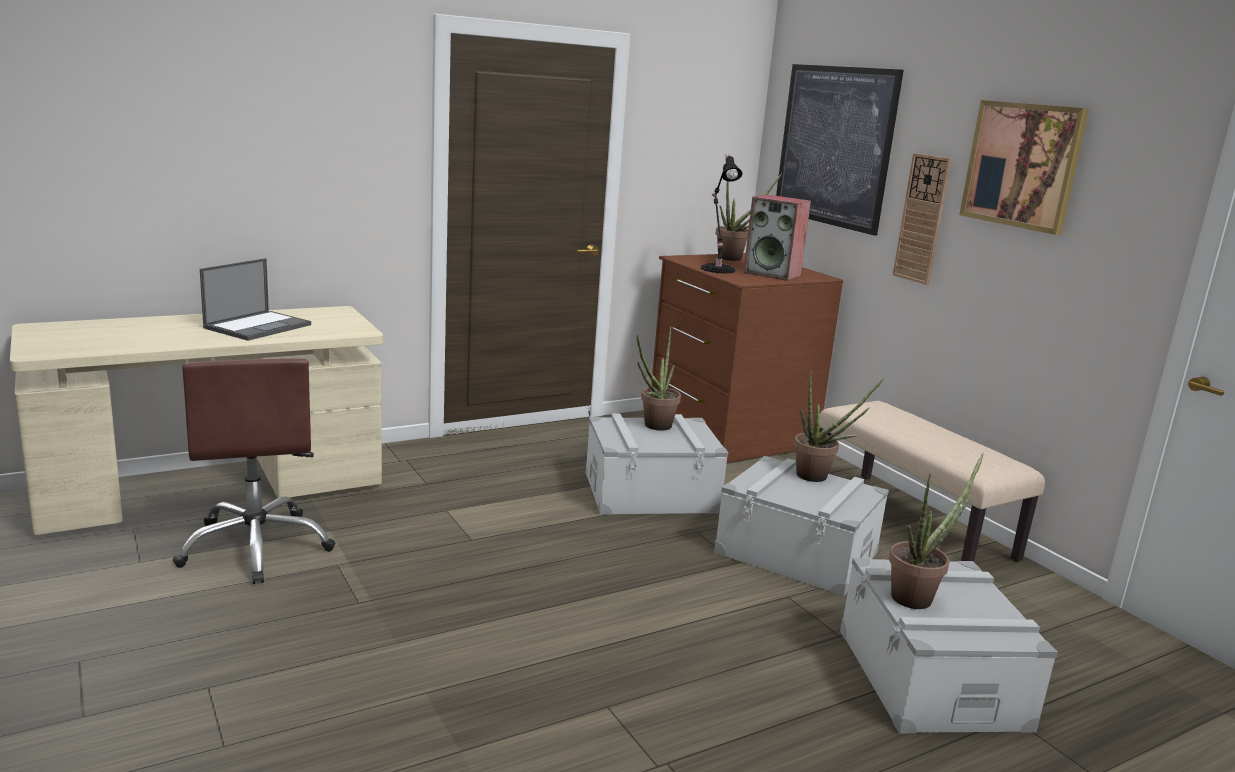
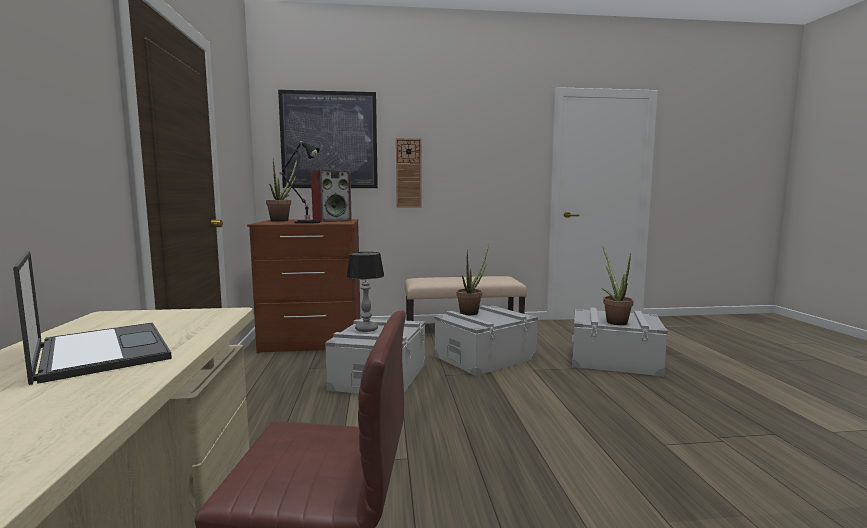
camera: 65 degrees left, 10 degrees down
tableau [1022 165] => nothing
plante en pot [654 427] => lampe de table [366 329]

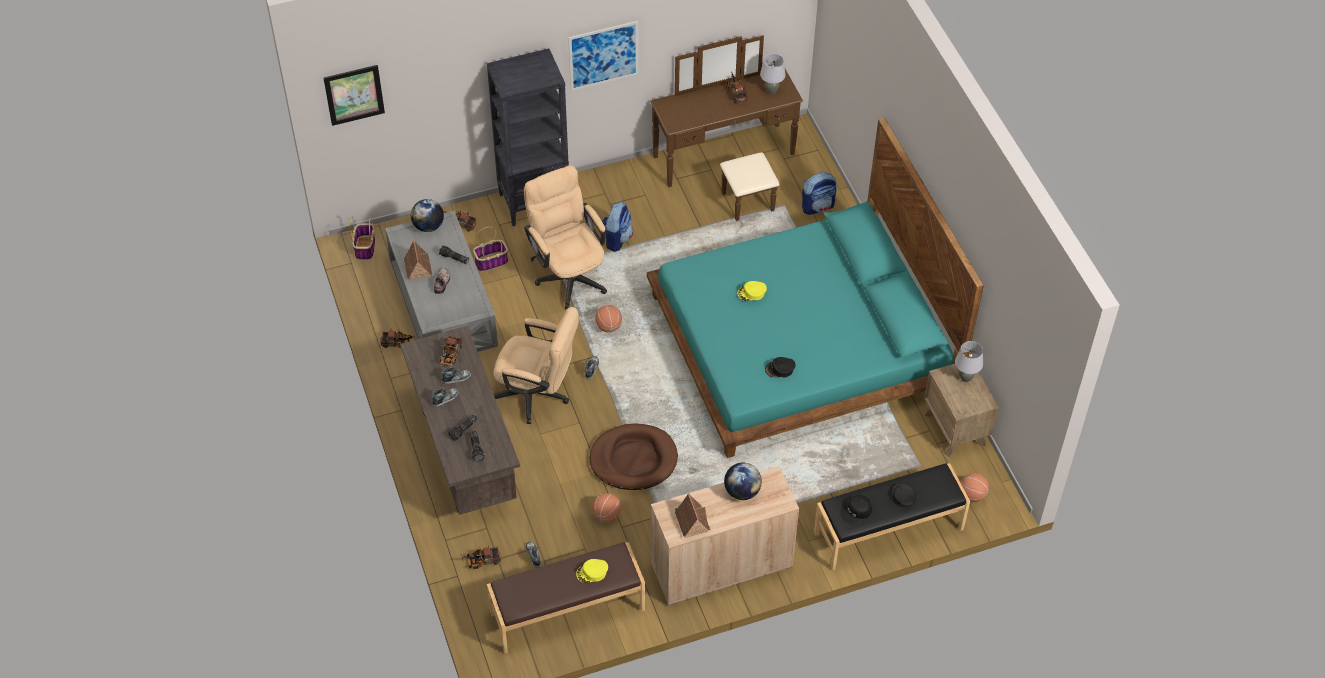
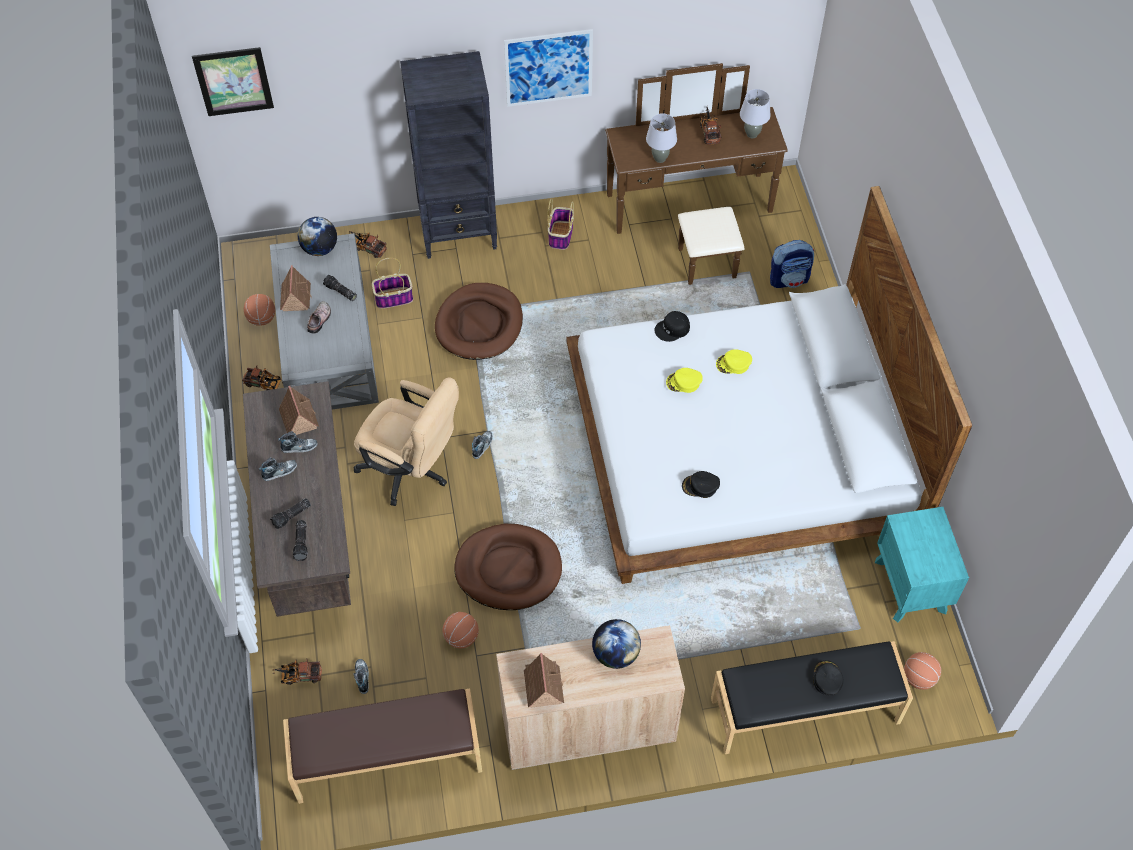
camera: 10 degrees right, 5 degrees up
lit (turquoise) [800 342] => lit (blanc) [738 446]
chaise de bureau (beige) [568 274] => panier pour chien (marron) [479 324]
sac à dos [616 239] => nothing
panier [365 247] => panier [560 235], move
ballon de basket [608 326] => ballon de basket [262 318], move
camion jouet [450 356] => maison miniature [298 417]
lampe de table (gris) [965 378] => lampe de table (gris) [660 158], move
table de chevet (marron) [955 429] => table de chevet (turquoise) [911 586]
casquette (noir) [857 511] => casquette (noir) [672 329], move
casquette (jaune) [592 572] => casquette (jaune) [733 364], move

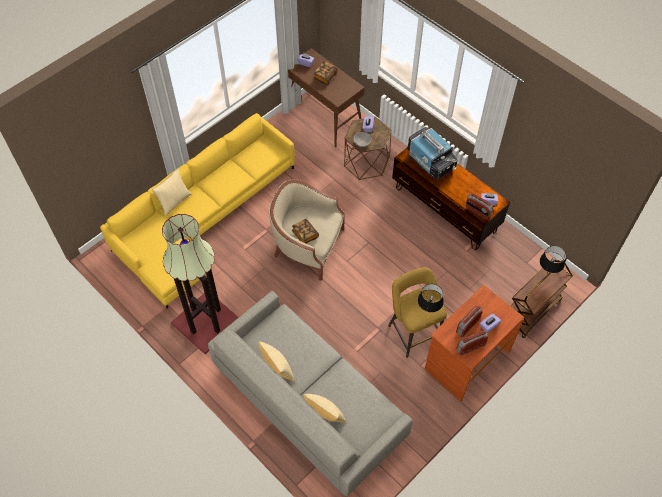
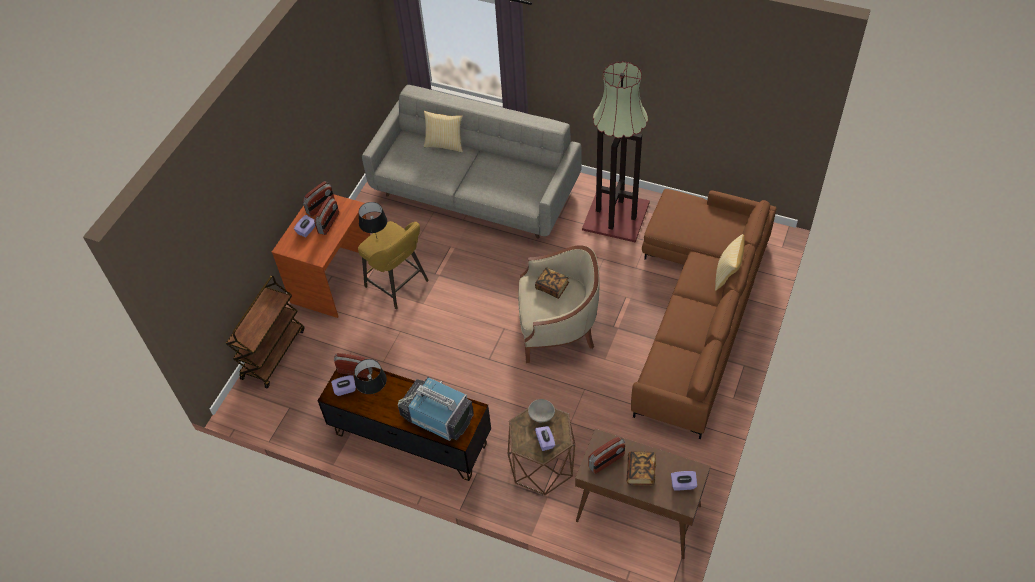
camera: 160 degrees right, 5 degrees down
canapé (jaune) [202 219] => canapé (marron) [697 310]
lampe de table (noir) [547 273] => lampe de table (noir) [374 396], move
coussin [277 369] => nothing
nothing => radio [606 461]

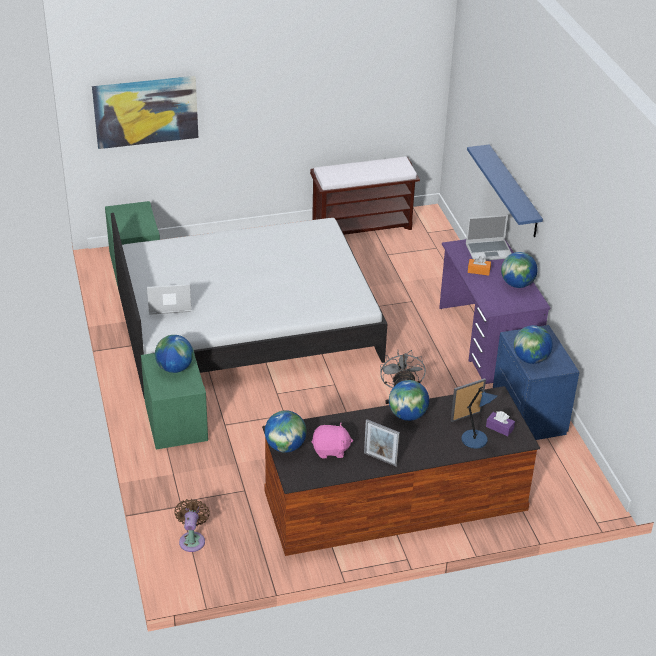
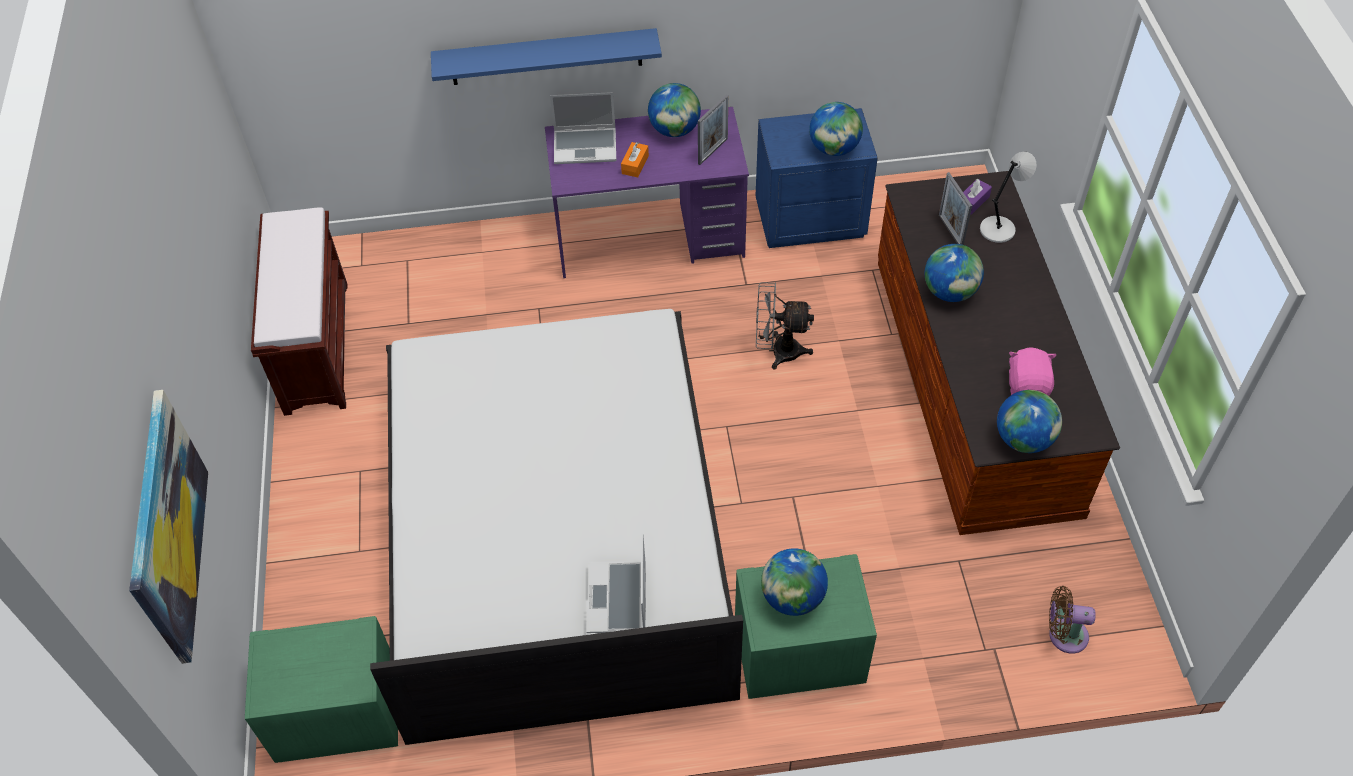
camera: 80 degrees left, 15 degrees up
ordinateur portable [489 251] => ordinateur portable [586 146], 90 degrees clockwise
lampe de table (bleu) [475 440] => lampe de table (gris) [999 228]
cadre photo [380 459] => cadre photo [713 151], move

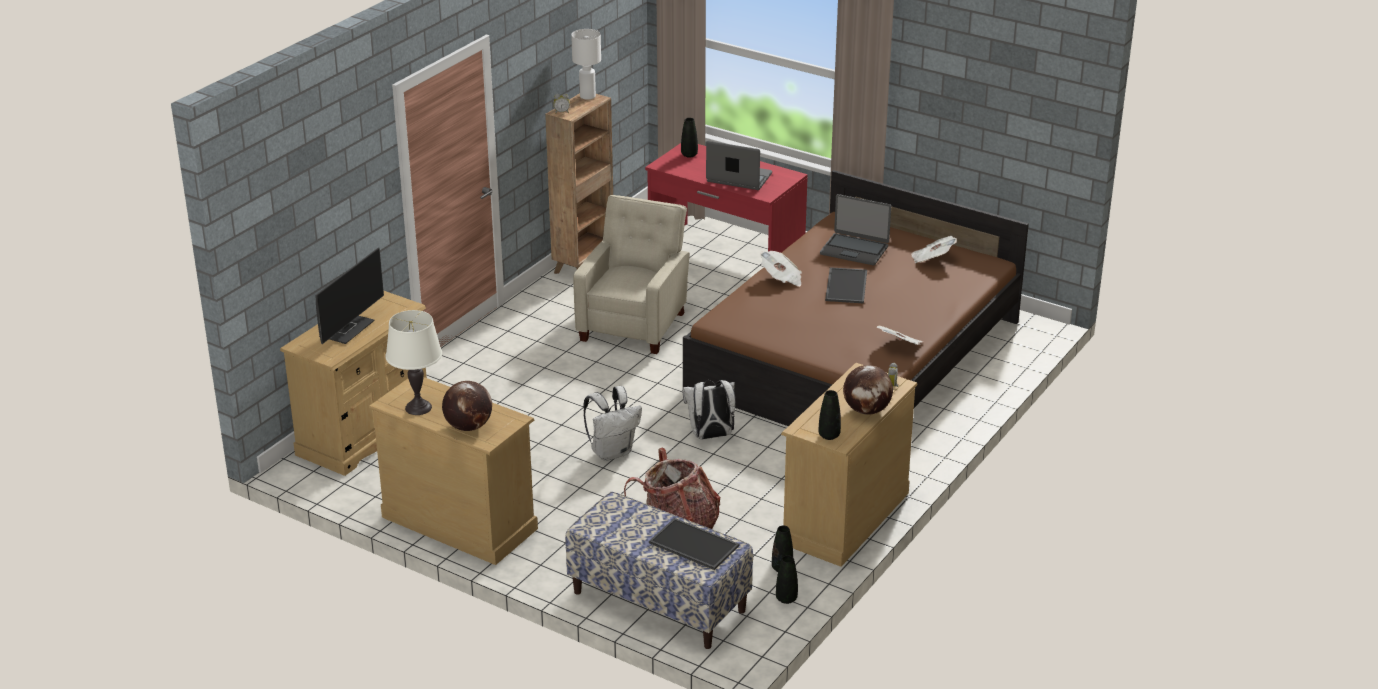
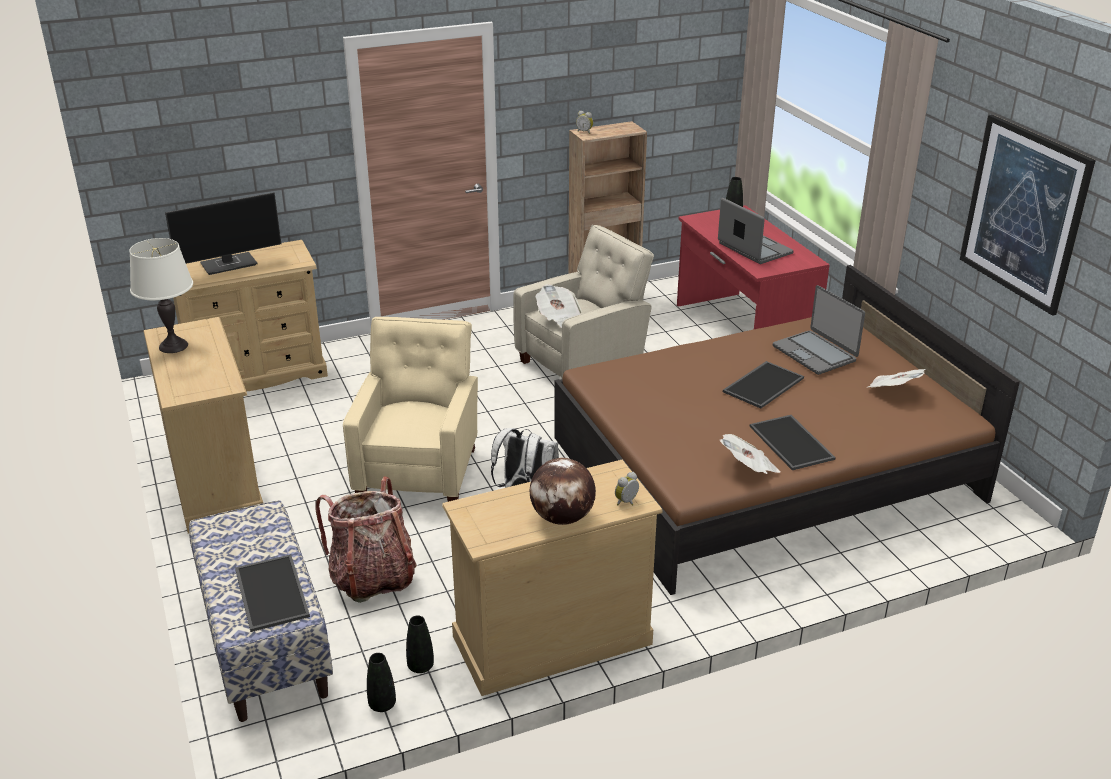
camera: 35 degrees right, 0 degrees up
lampe de table (blanc) [587 96] => nothing
journal [782 279] => journal [559 318], move
globe [468 426] => nothing
sac à dos (blanc) [612 452] => fauteuil (beige) [419 471]
vase (noir) [829 435] => nothing
nothing => tableau [1023 213]
nothing => plateau [793 443]

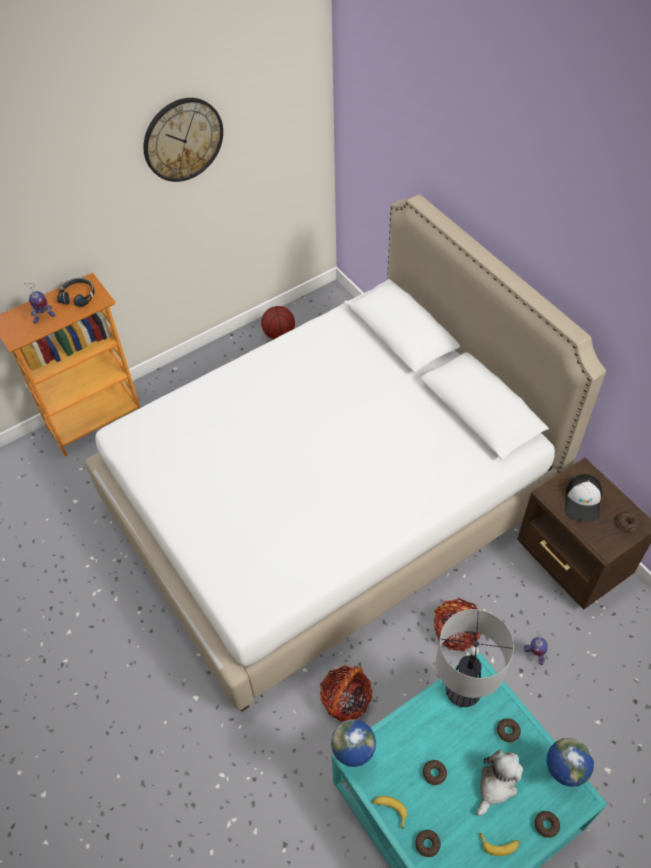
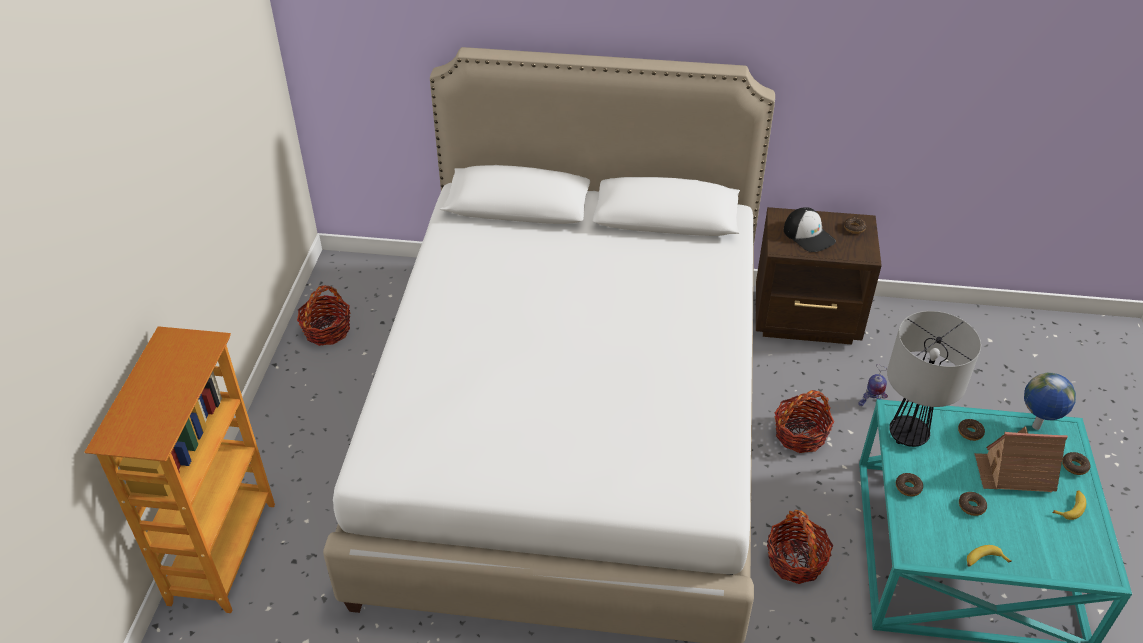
camera: 50 degrees left, 10 degrees down
horloge murale [183 139] => nothing
casque audio (noir) [78 296] => nothing
robot jouet [43 318] => nothing
ballon de basket [279 334] => panier [327 330]
globe [353 757] => nothing
peluche [496 785] => maison miniature [1014 473]
beignet [427 844] => beignet [908 487], move

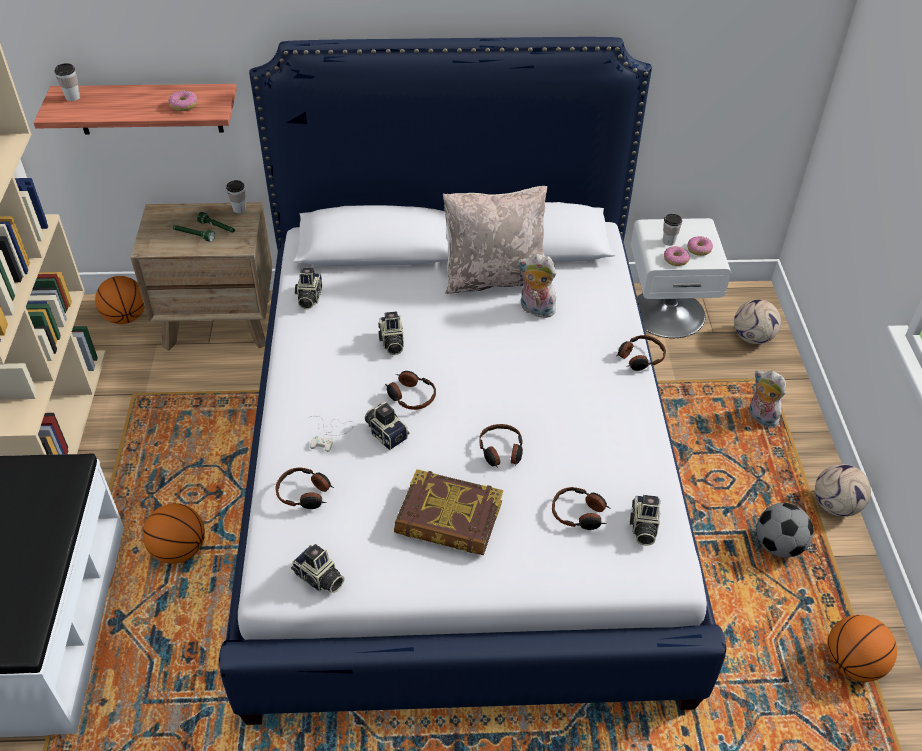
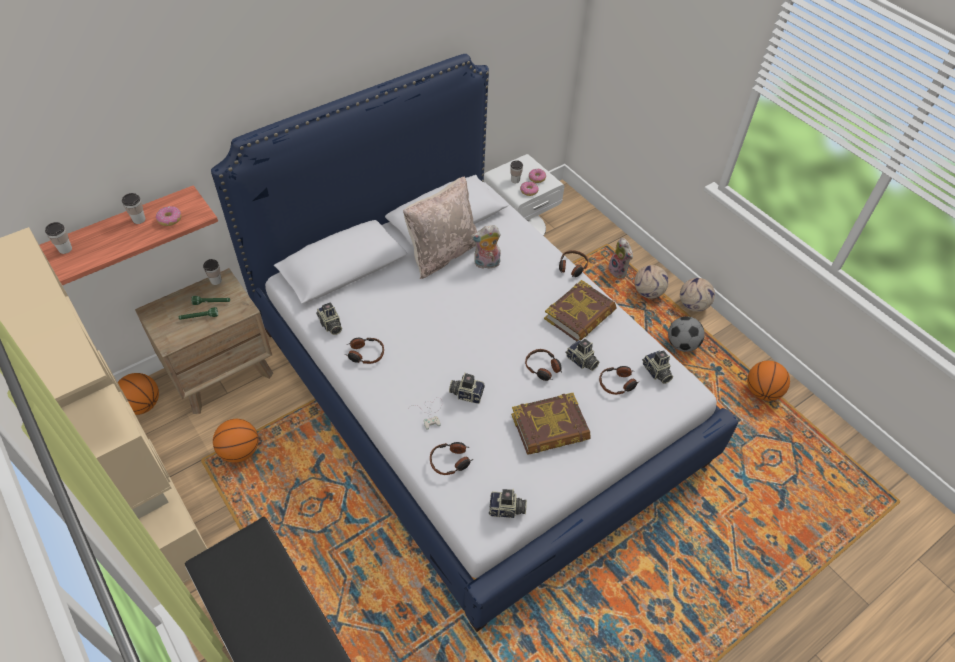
camera: 35 degrees left, 5 degrees up
ballon de foot [753 337] => ballon de foot [648 292], move
appareil photo [391 342] => appareil photo [581 361], move
peluche [760 418] => peluche [619 271], 135 degrees counterclockwise
casque audio [410 396] => casque audio [365 354], move
ballon de basket [179 550] => ballon de basket [240 451], move
nothing => tasse [139 219]
nothing => livre [580 315]

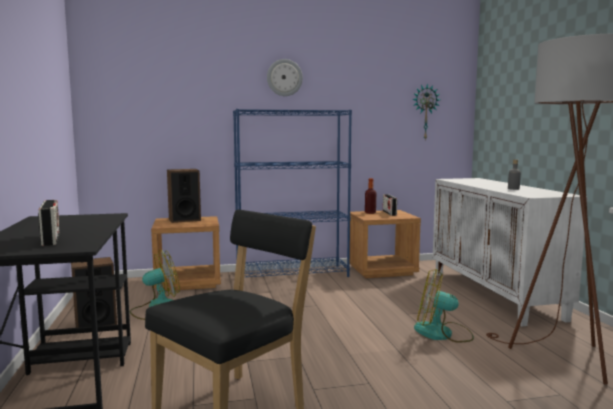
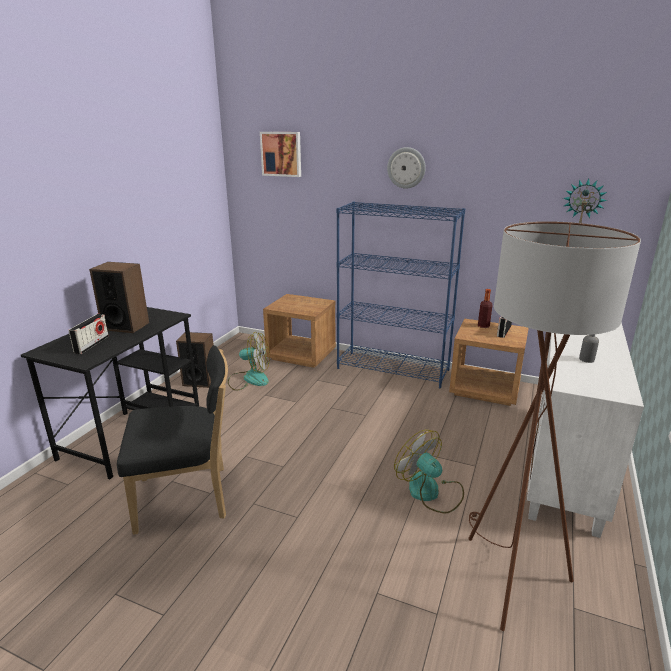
camera: 35 degrees right, 15 degrees up
enceinte [184 219] => enceinte [125 326], move
nothing => tableau [281 154]

